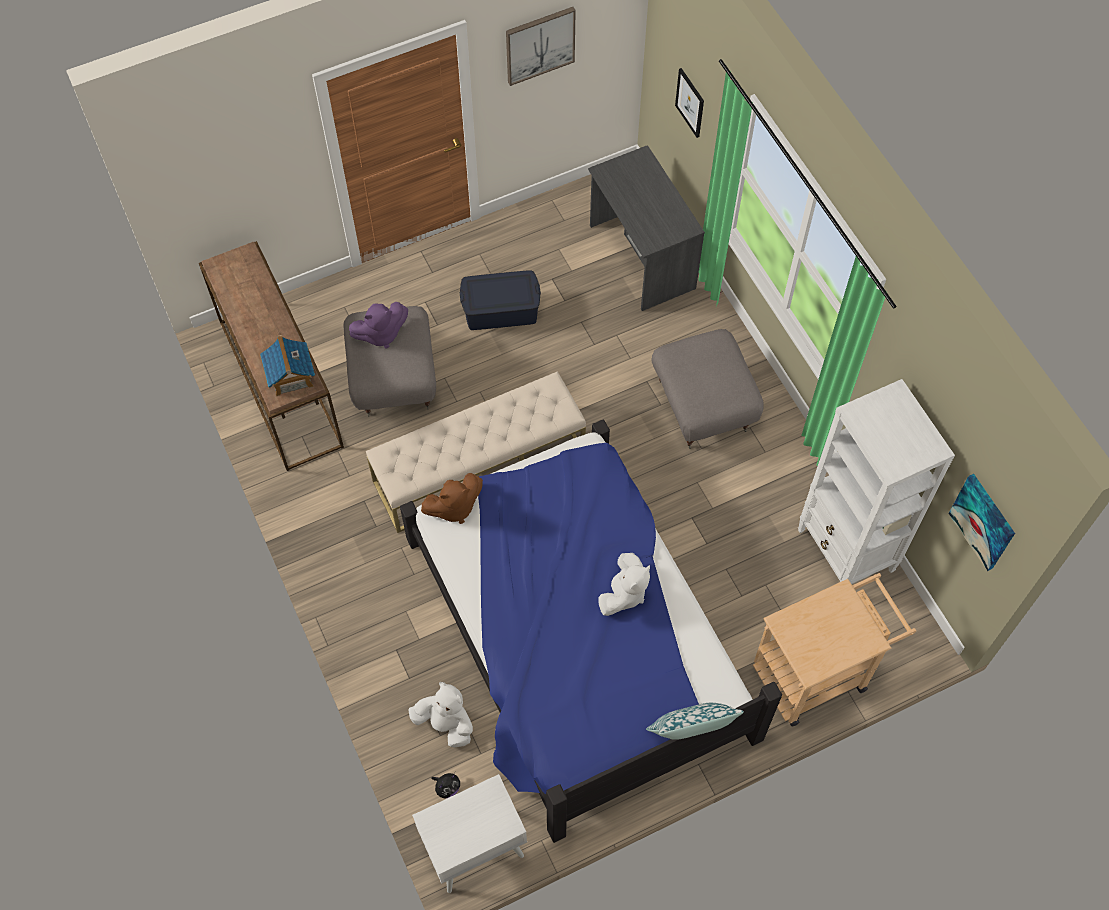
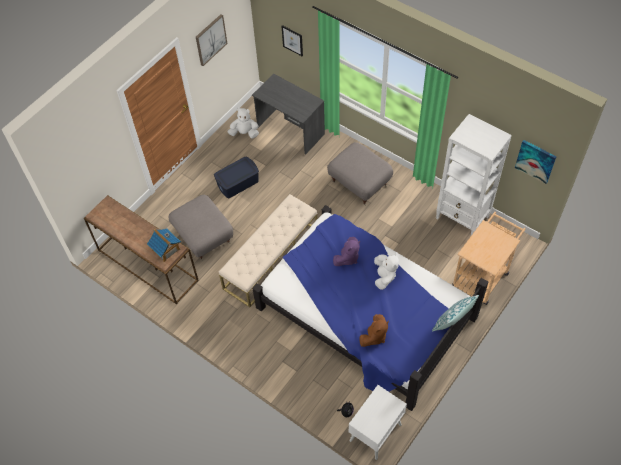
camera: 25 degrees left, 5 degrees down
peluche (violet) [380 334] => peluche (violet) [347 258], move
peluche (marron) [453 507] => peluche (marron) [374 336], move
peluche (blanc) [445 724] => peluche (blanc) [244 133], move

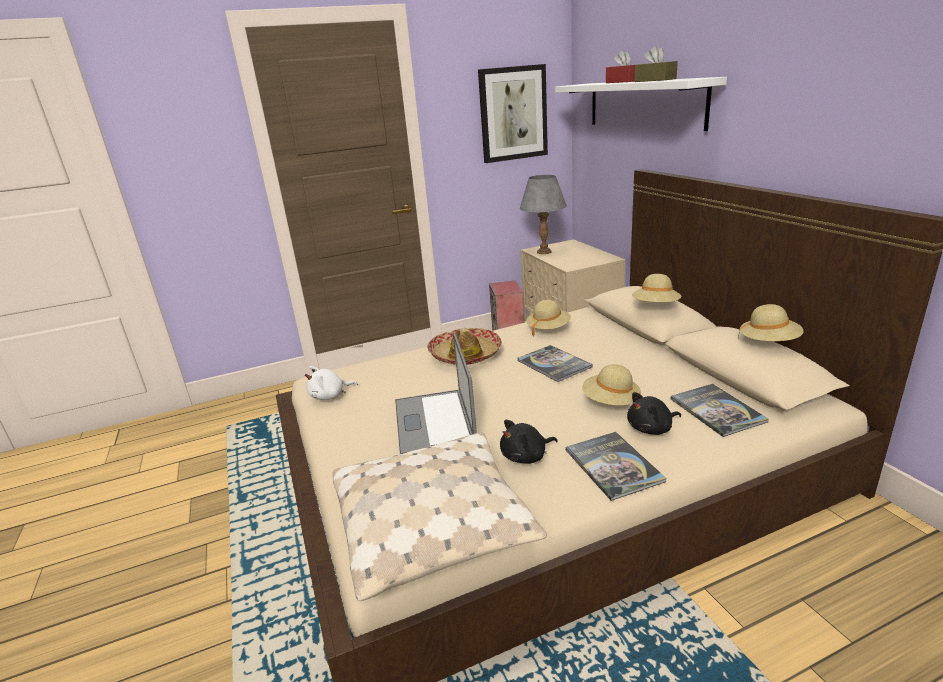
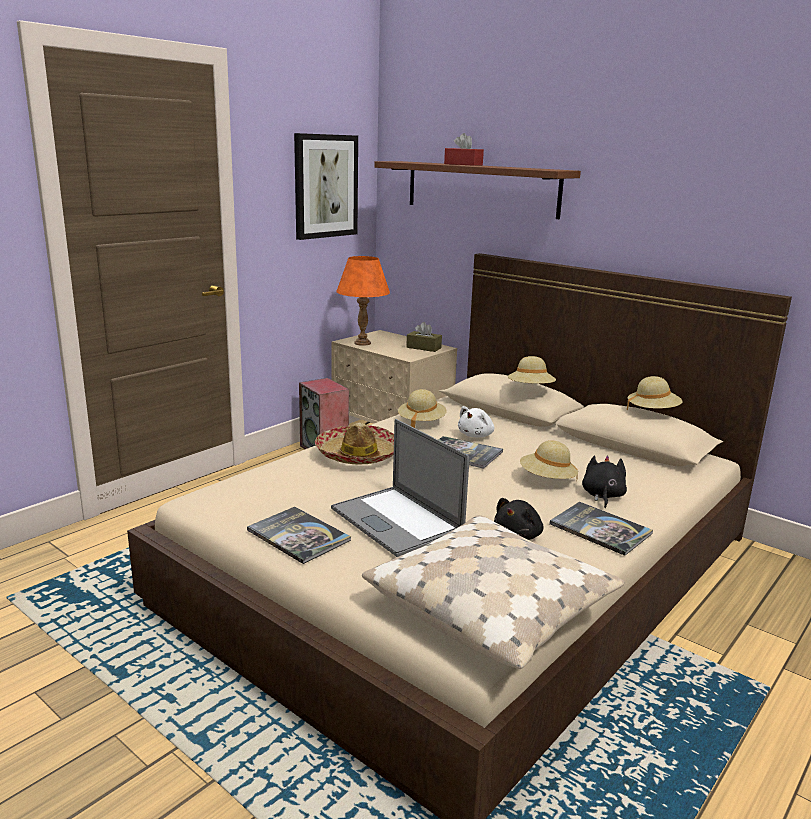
camera: 30 degrees left, 5 degrees down
boîte à mouchoirs (marron) [655 80] => boîte à mouchoirs (marron) [423 348], move
étagère (blanc) [644 104] => étagère (marron) [481 188]
lampe de table (gris) [543 252] => lampe de table (orange) [362 343]
peluche (blanc) [330 396] => peluche (blanc) [476 435], move
livre [717 410] => livre [298 536], move
peluche (noir) [652 429] => peluche (noir) [602 496], 150 degrees clockwise

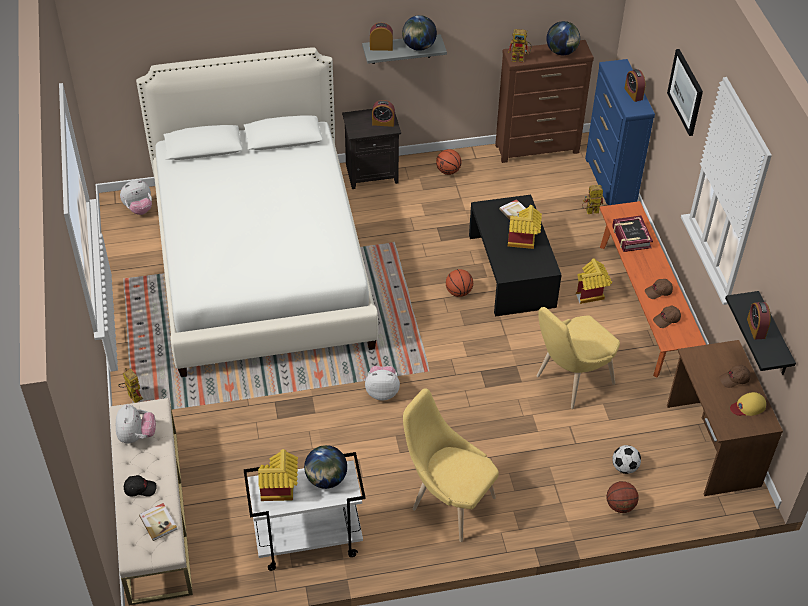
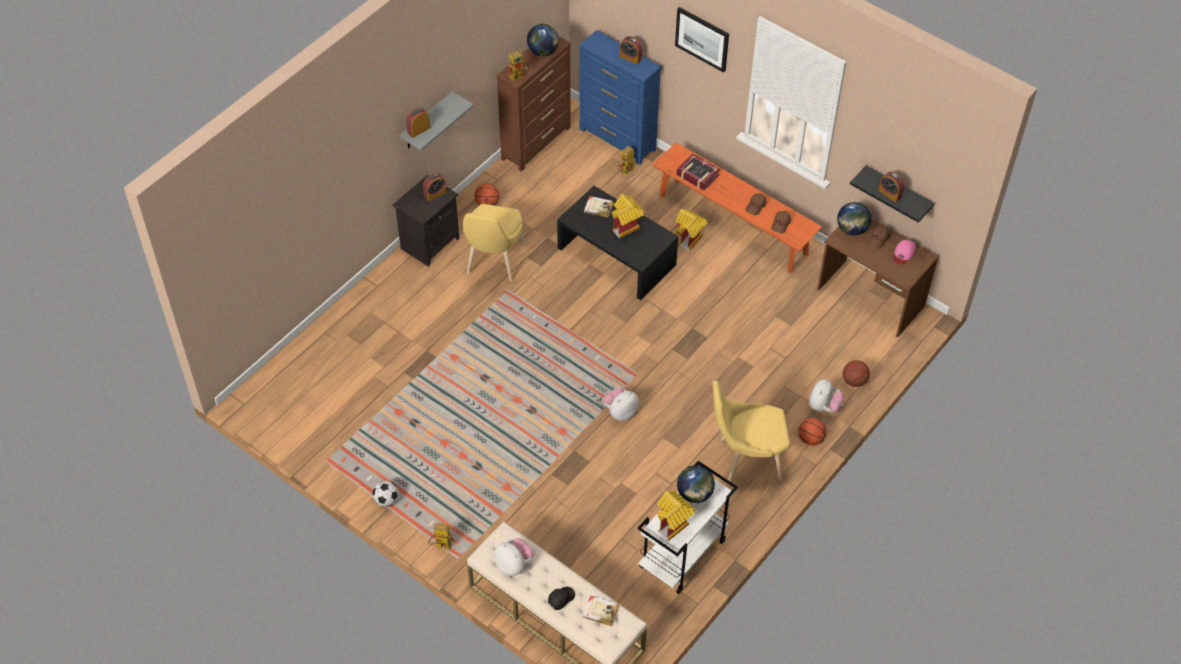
camera: 40 degrees left, 5 degrees up
globe [418 47] => globe [851 229], move
lit (blanc) [262 264] => nothing
peluche [139 209] => peluche [824 406], move
ballon de basket [458 292] => ballon de basket [810 439], move
chaise (jaune) [570 382] => chaise (jaune) [493 263], move
casquette (jaune) [748 406] => casquette (rose) [904 253]
ballon de foot [624 467] => ballon de foot [386 500], move

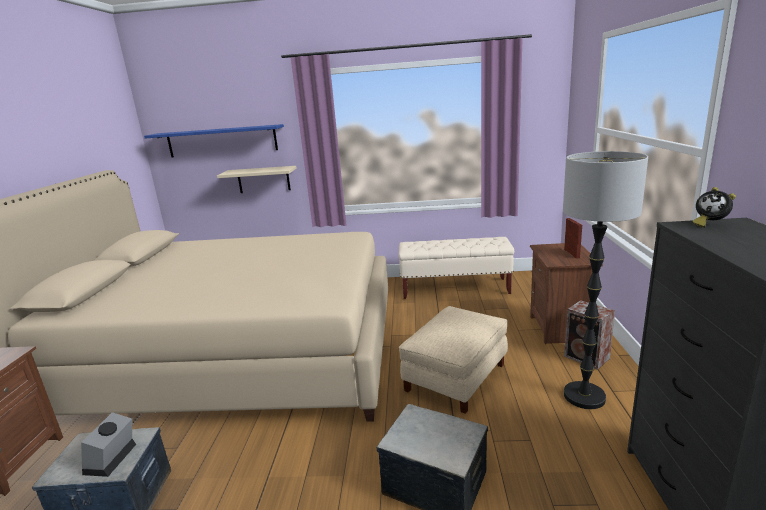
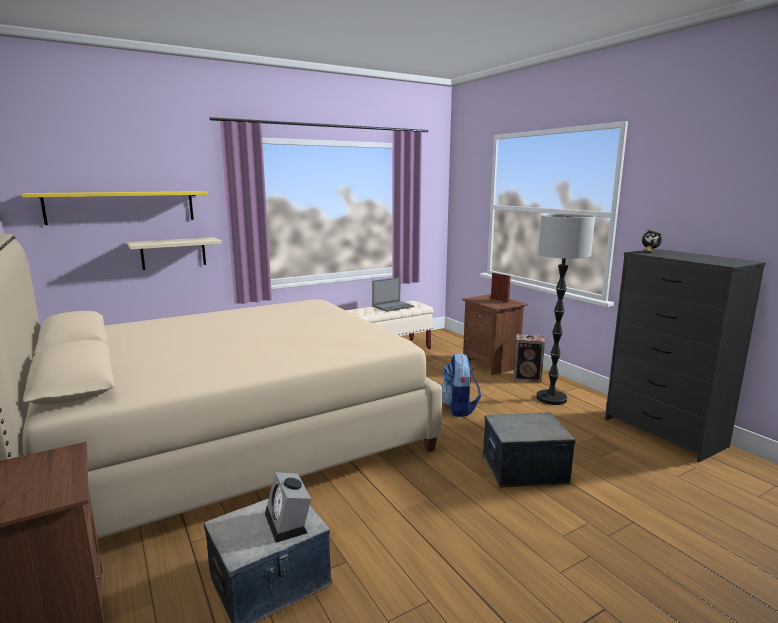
camera: 35 degrees left, 5 degrees down
étagère (bleu) [222 141] => étagère (jaune) [121 207]
pouf (beige) [456 378] => sac à dos [459 408]
nothing => ordinateur portable [393 306]

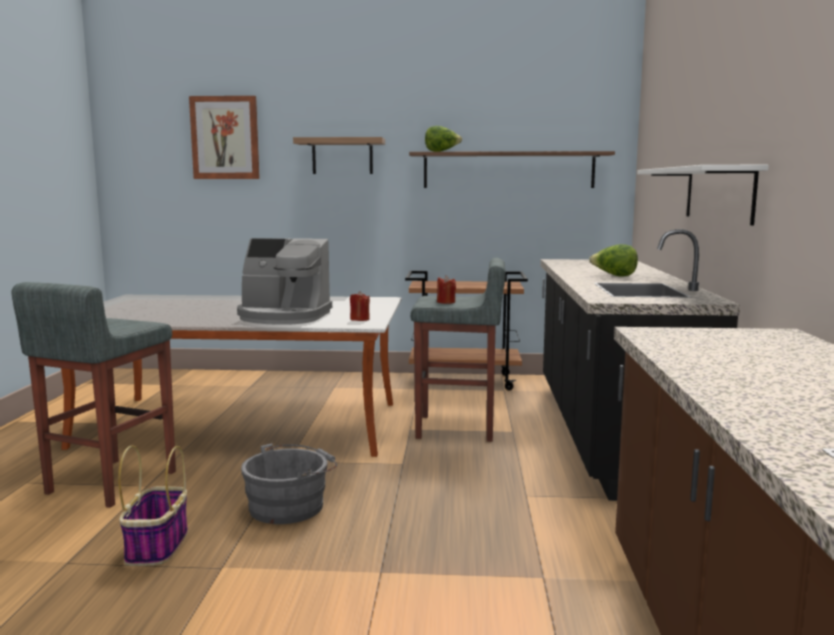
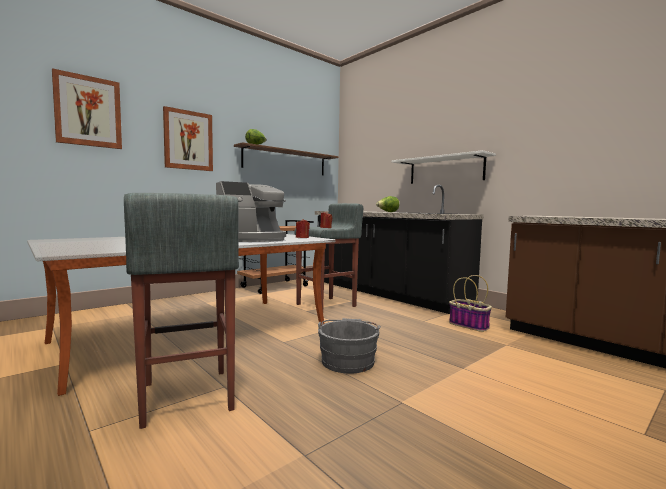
camera: 45 degrees left, 5 degrees down
étagère [342 156] => tableau [188 140]
panier [157 547] => panier [469 325], move

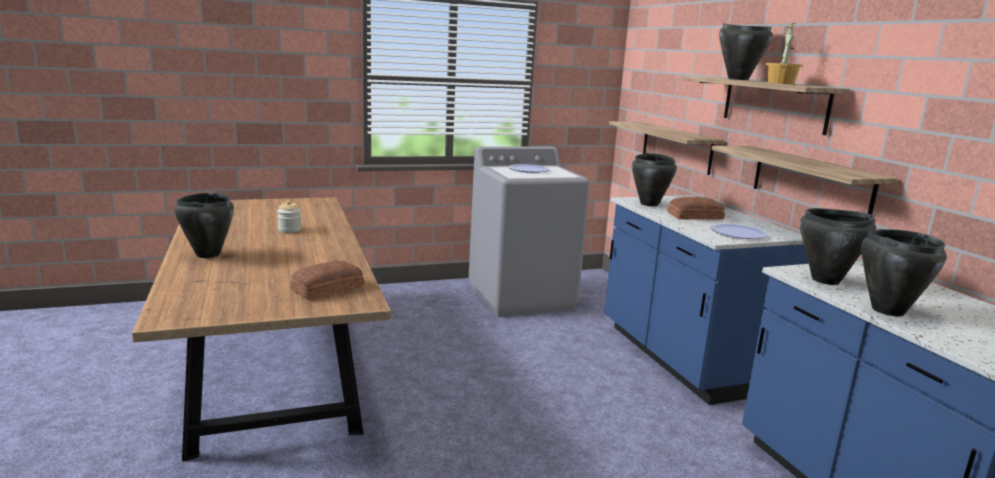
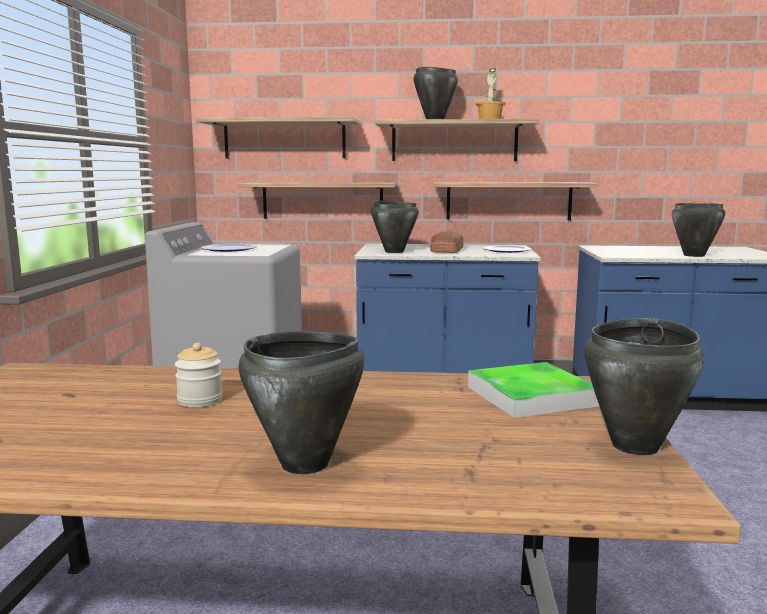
camera: 65 degrees left, 5 degrees down
marmite (noir) [826 280] => marmite (noir) [636 446], move
pain [326 288] => plateau [531 396]
nothing => étagère [284 139]

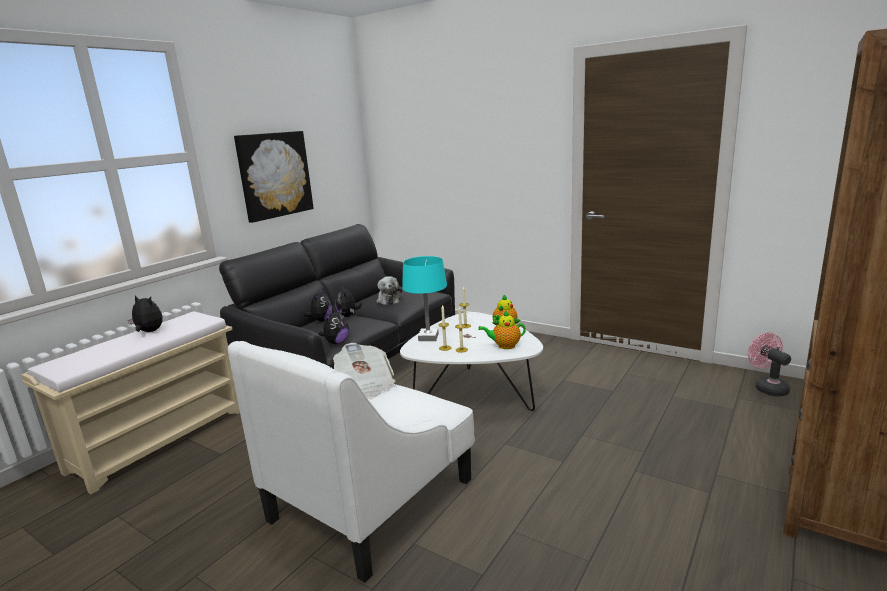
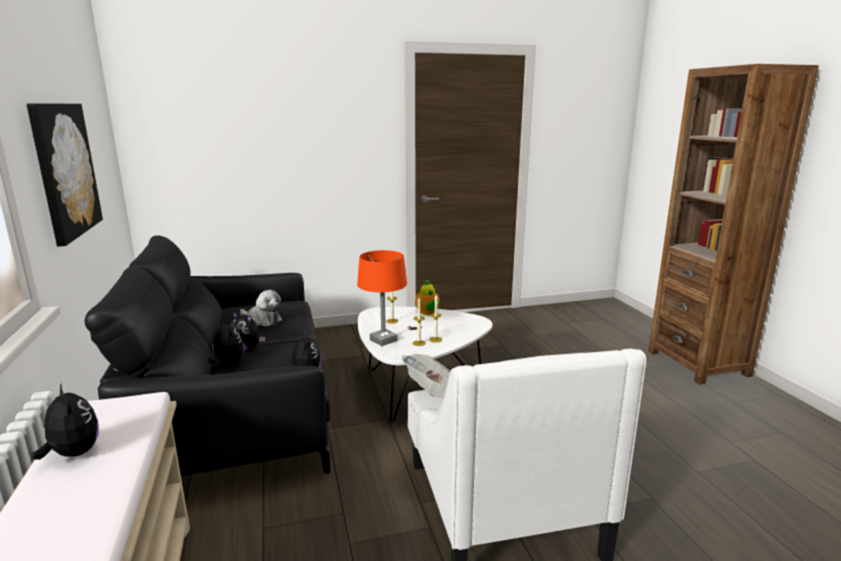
camera: 50 degrees left, 0 degrees up
lampe de table (turquoise) [428 337] => lampe de table (orange) [383 340]
peluche [149 332] => peluche [73 453], 75 degrees clockwise
théière [504 346] => nothing
ventilateur (rose) [767 387] => nothing

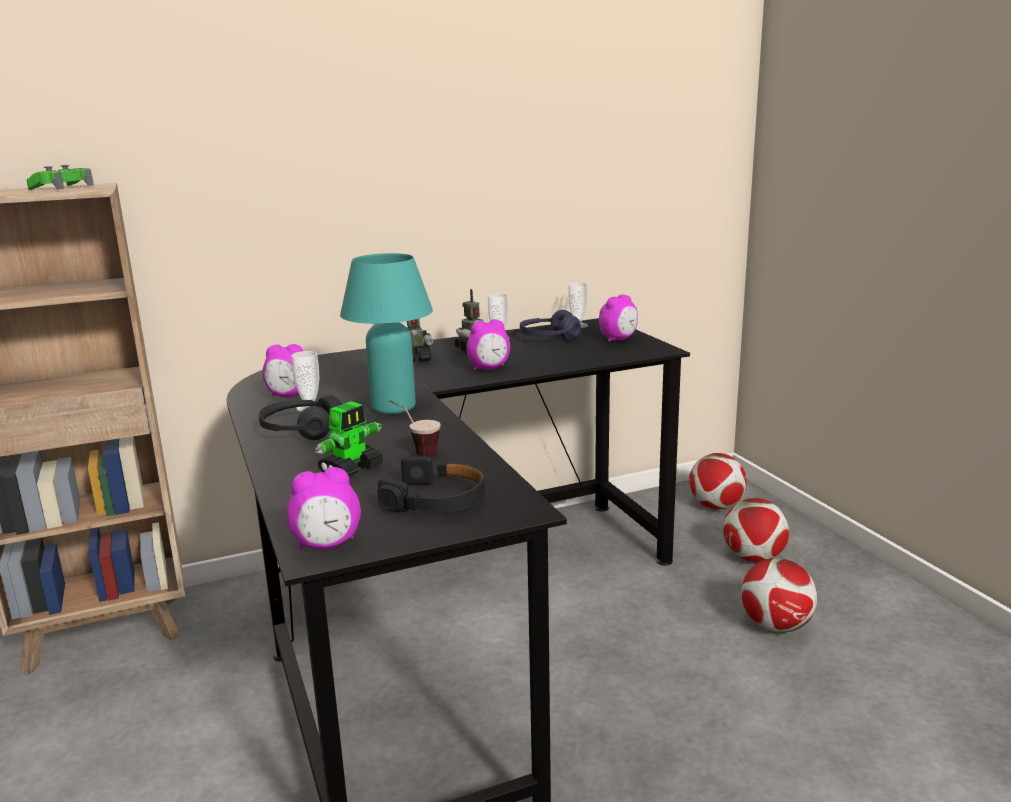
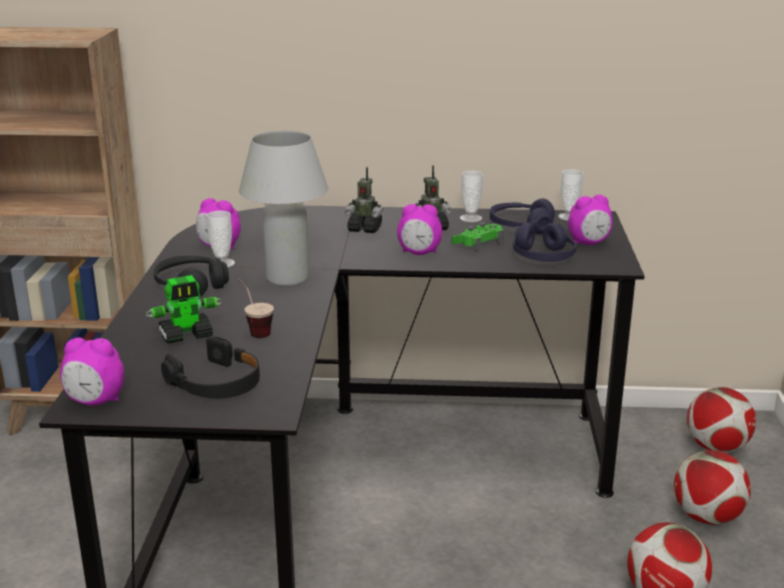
camera: 25 degrees right, 5 degrees up
manette (vert) [63 187] => manette (vert) [478 243], move
lampe de table (turquoise) [393 407] => lampe de table (blanc) [288 279]
nothing => casque audio (violet) [543 257]

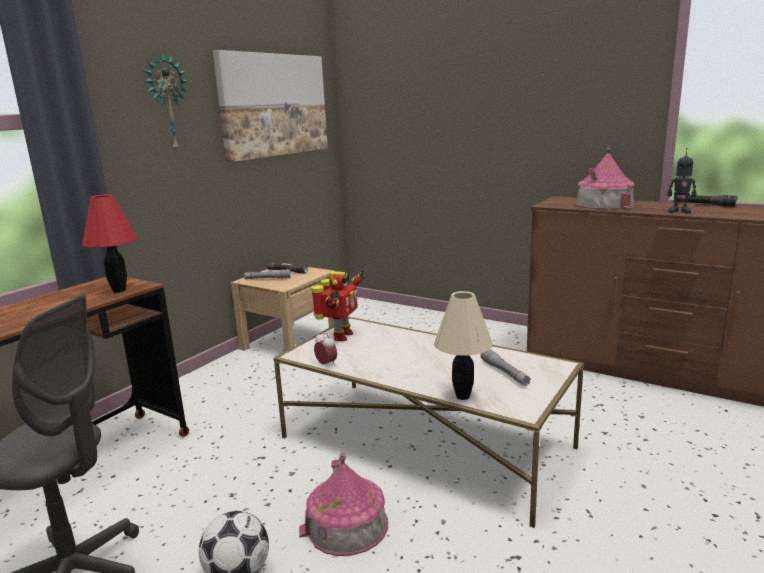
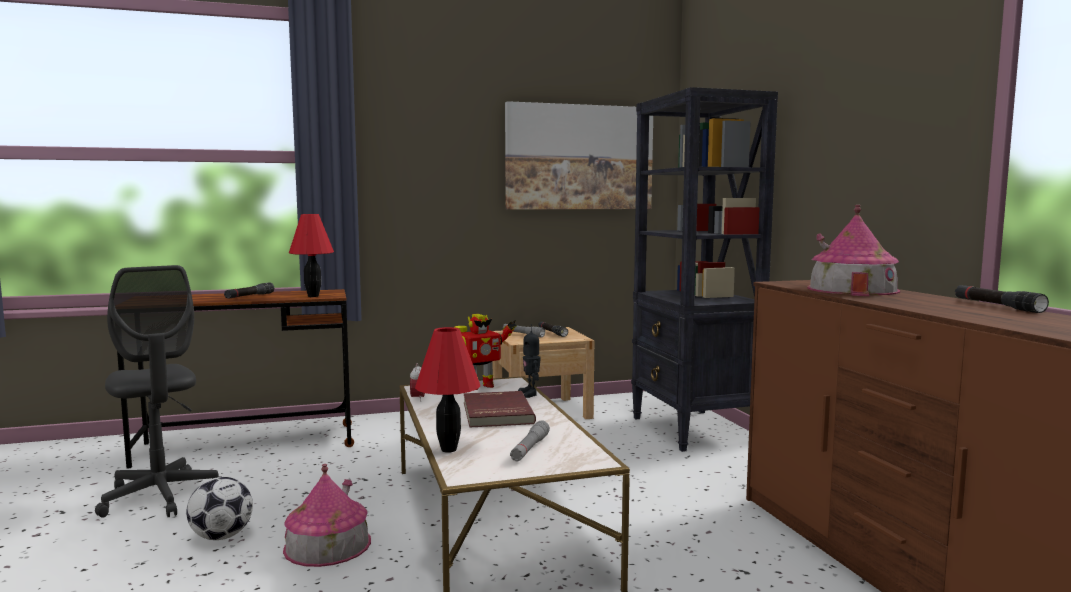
camera: 40 degrees right, 10 degrees down
horloge murale [167 103] => nothing
robot jouet [679 211] => robot jouet [530 394], move
lampe de table (beige) [462 397] => lampe de table (rouge) [448 450]
nothing => bibliothèque (noir) [693 430]
nothing => lampe de poche (noir) [249 296]
nothing => livre (rouge) [495 413]

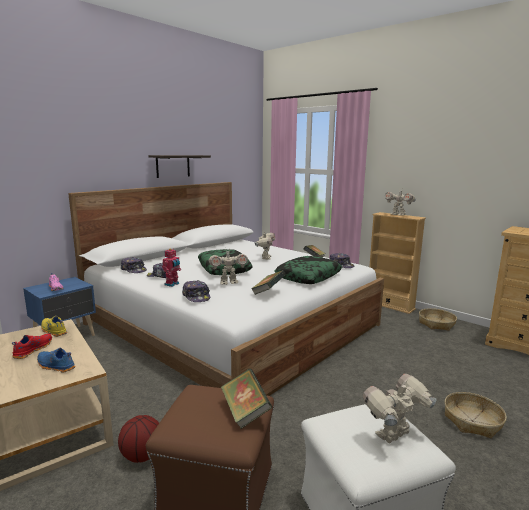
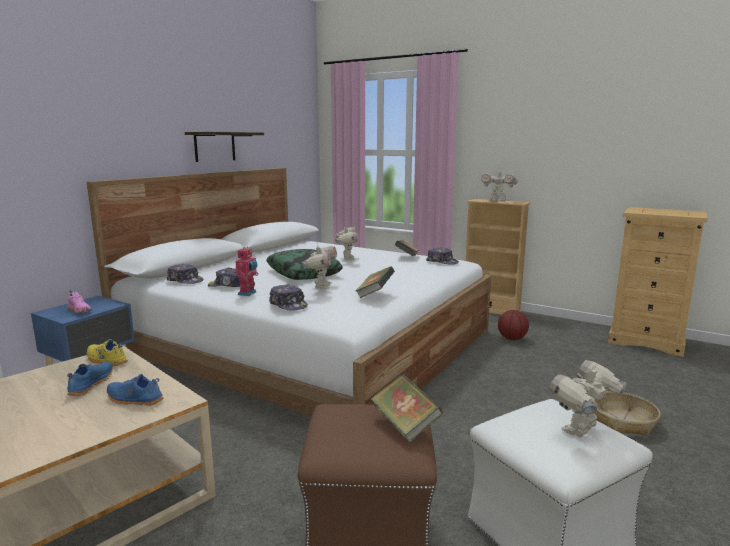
camera: 10 degrees left, 0 degrees up
robot jouet [228 283] => robot jouet [321 287], 60 degrees counterclockwise
coussin [308 276] => nothing
panier [436 324] => nothing
chaussure (rouge) [32 350] => chaussure (bleu) [90 384]
ballon de basket [142 456] => ballon de basket [512 338], move

